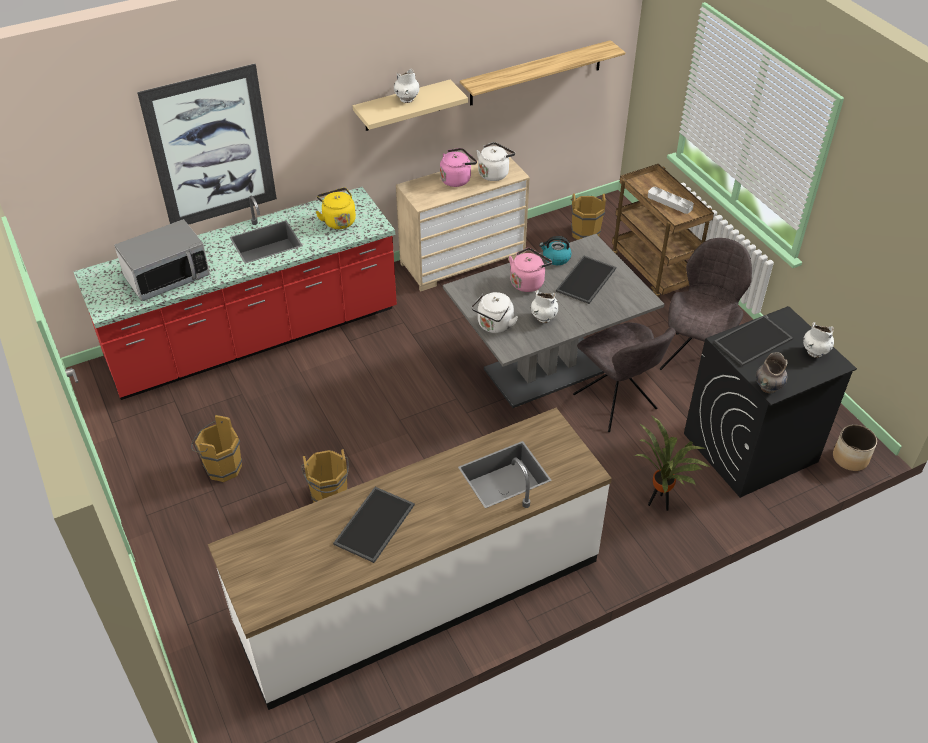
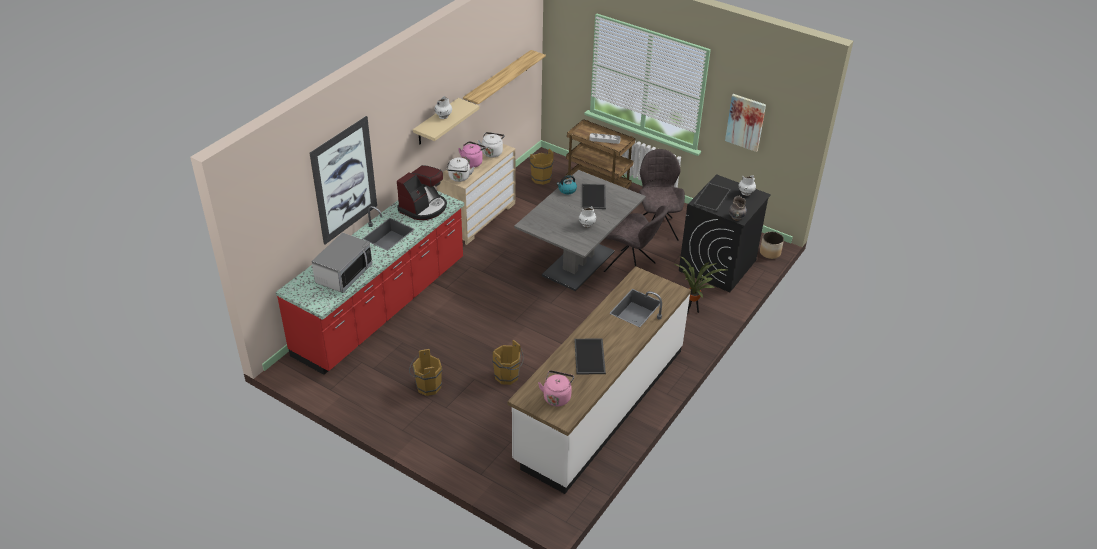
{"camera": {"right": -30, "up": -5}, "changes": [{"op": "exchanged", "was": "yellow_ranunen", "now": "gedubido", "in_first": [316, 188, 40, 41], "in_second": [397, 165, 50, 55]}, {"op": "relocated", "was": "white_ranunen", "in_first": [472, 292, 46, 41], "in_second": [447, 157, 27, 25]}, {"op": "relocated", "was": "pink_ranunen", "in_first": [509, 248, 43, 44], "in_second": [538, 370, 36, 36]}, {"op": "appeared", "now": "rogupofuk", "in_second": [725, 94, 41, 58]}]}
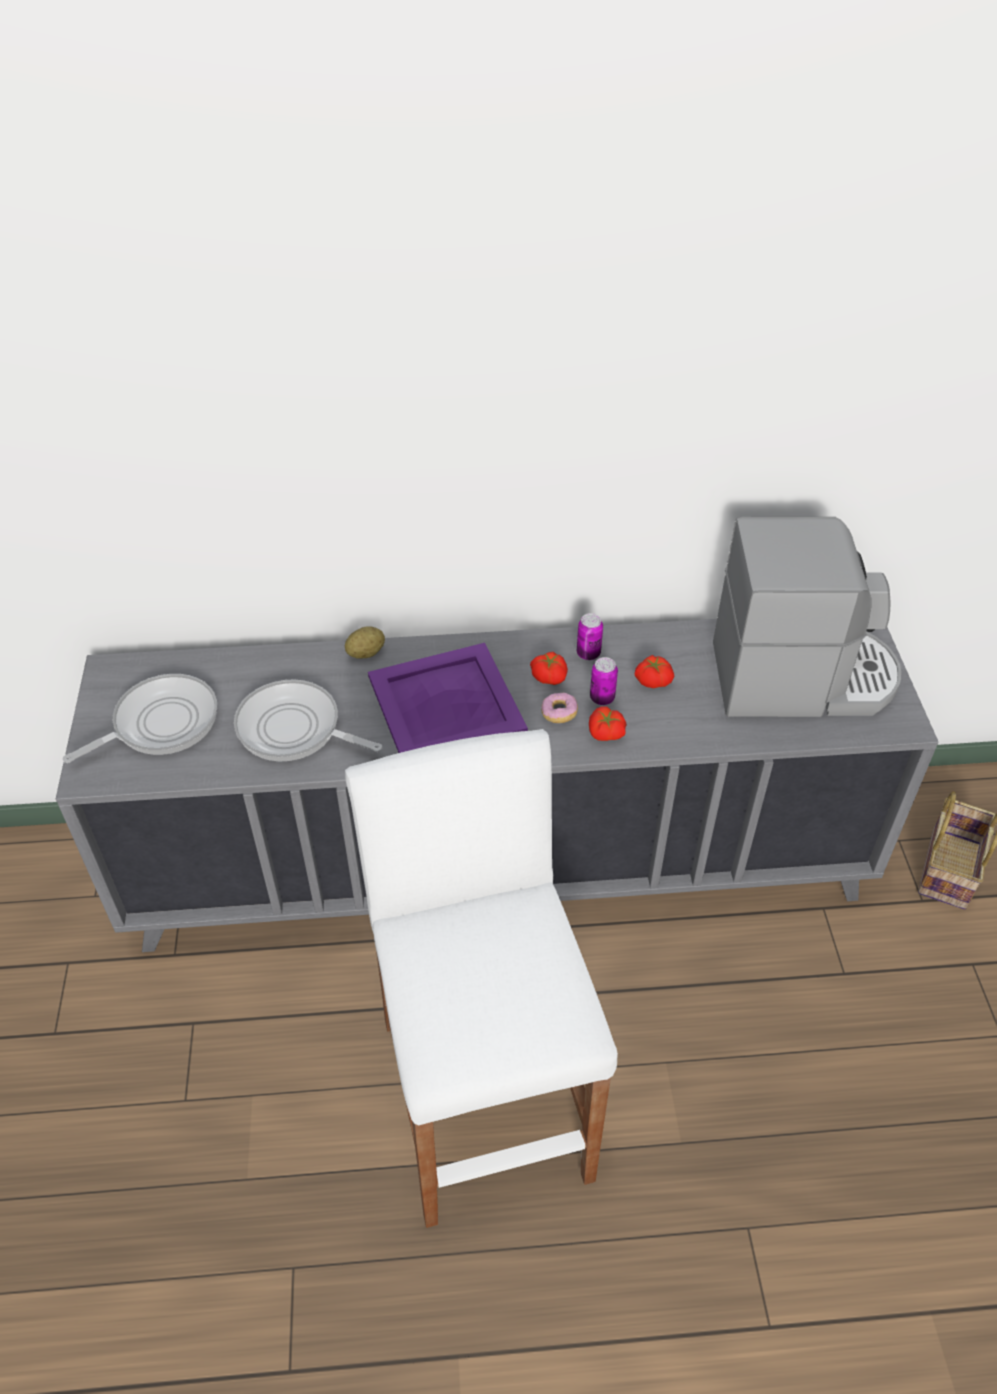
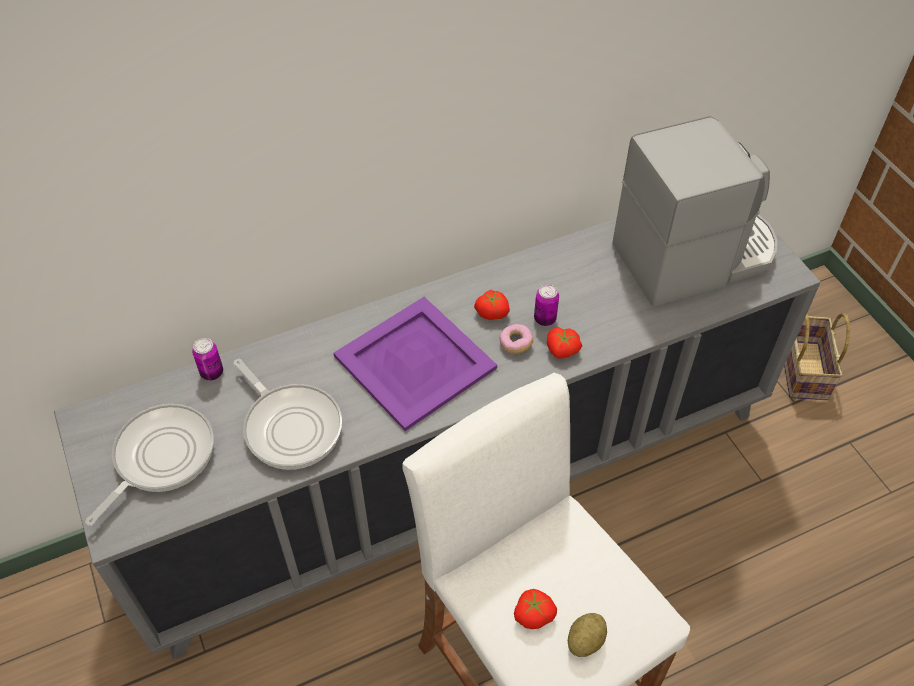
{"camera": {"right": -20, "up": 5}, "changes": [{"op": "relocated", "was": "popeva", "in_first": [577, 613, 26, 47], "in_second": [192, 338, 31, 42]}, {"op": "spun", "was": "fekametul", "in_first": [234, 679, 148, 82], "in_second": [233, 359, 109, 111], "clockwise": -135}, {"op": "relocated", "was": "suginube", "in_first": [635, 655, 39, 33], "in_second": [514, 589, 43, 40]}, {"op": "relocated", "was": "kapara", "in_first": [345, 626, 40, 33], "in_second": [568, 613, 39, 44]}]}
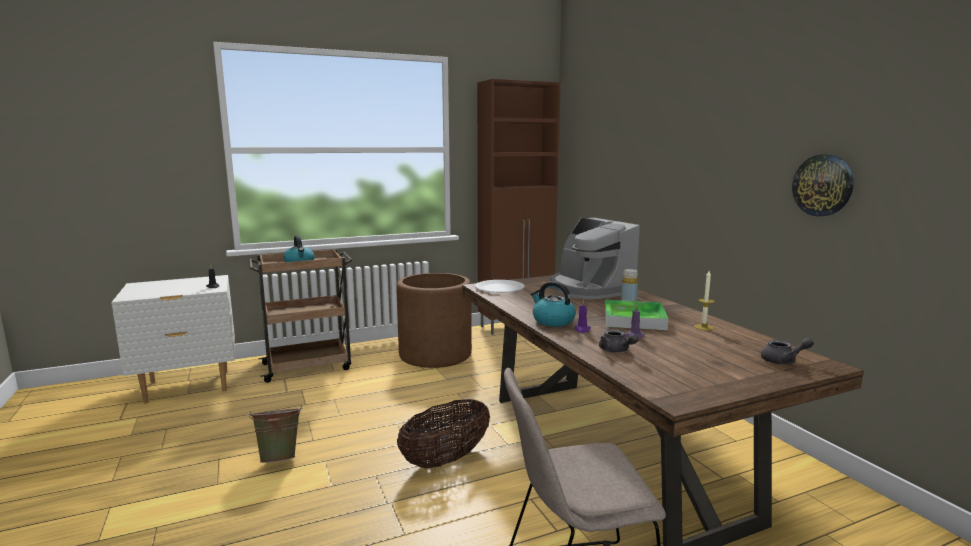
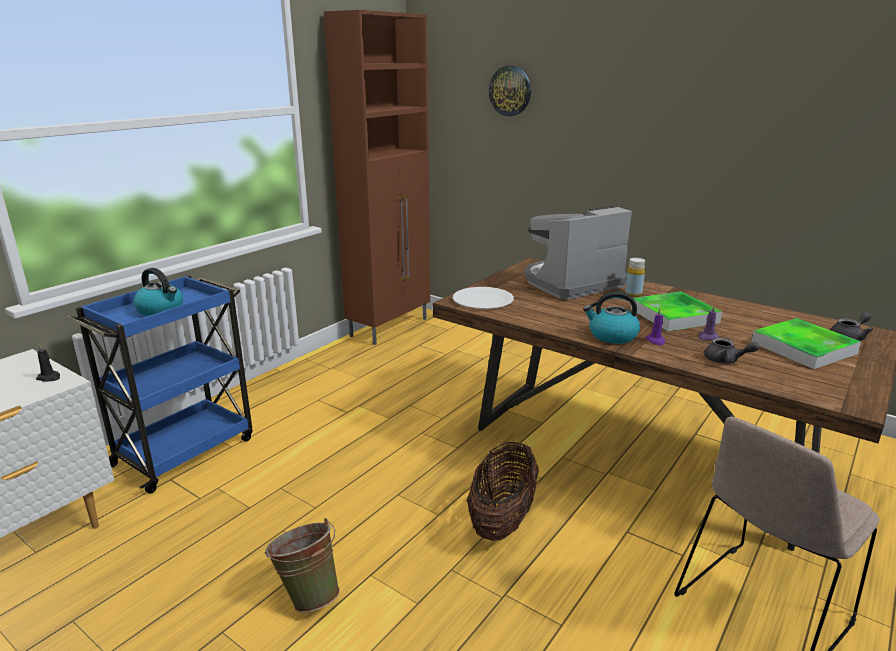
{"camera": {"right": -30, "up": 10}, "changes": [{"op": "colour", "was": "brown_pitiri", "now": "blue_pitiri", "in_first": [249, 249, 104, 134], "in_second": [67, 275, 186, 219]}, {"op": "relocated", "was": "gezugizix", "in_first": [792, 154, 62, 63], "in_second": [489, 66, 42, 50]}, {"op": "spun", "was": "gedubido", "in_first": [550, 217, 90, 82], "in_second": [524, 206, 108, 94], "clockwise": 120}, {"op": "appeared", "now": "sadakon", "in_second": [751, 318, 110, 51]}, {"op": "missing", "was": "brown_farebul", "in_first": [396, 273, 76, 95]}, {"op": "missing", "was": "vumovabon", "in_first": [694, 271, 21, 59]}]}
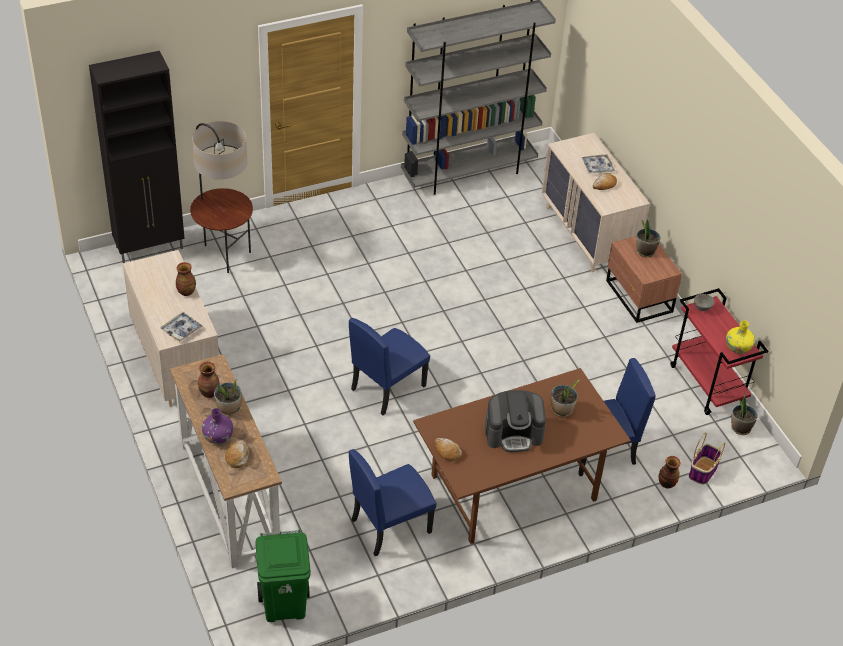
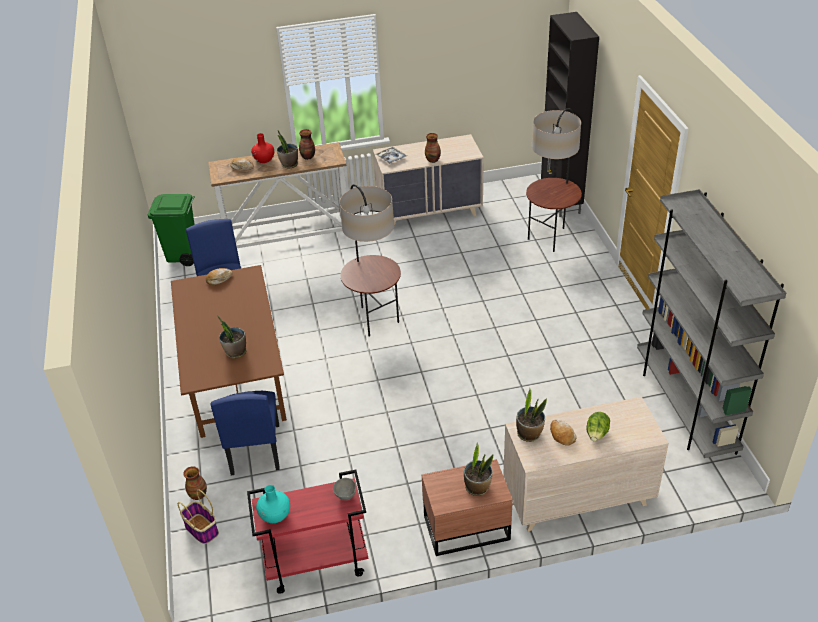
{"camera": {"right": 105, "up": -5}, "changes": [{"op": "colour", "was": "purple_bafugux", "now": "red_bafugux", "in_first": [202, 408, 31, 36], "in_second": [251, 133, 23, 30]}, {"op": "colour", "was": "yellow_bafugux", "now": "turquoise_bafugux", "in_first": [726, 320, 29, 34], "in_second": [256, 485, 34, 38]}, {"op": "exchanged", "was": "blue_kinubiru", "now": "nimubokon", "in_first": [349, 318, 81, 97], "in_second": [340, 184, 61, 153]}, {"op": "relocated", "was": "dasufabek", "in_first": [731, 391, 27, 44], "in_second": [516, 388, 31, 54]}, {"op": "exchanged", "was": "sadakon", "now": "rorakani", "in_first": [582, 154, 33, 20], "in_second": [586, 412, 24, 29]}, {"op": "missing", "was": "gedubido", "in_first": [485, 390, 61, 62]}]}
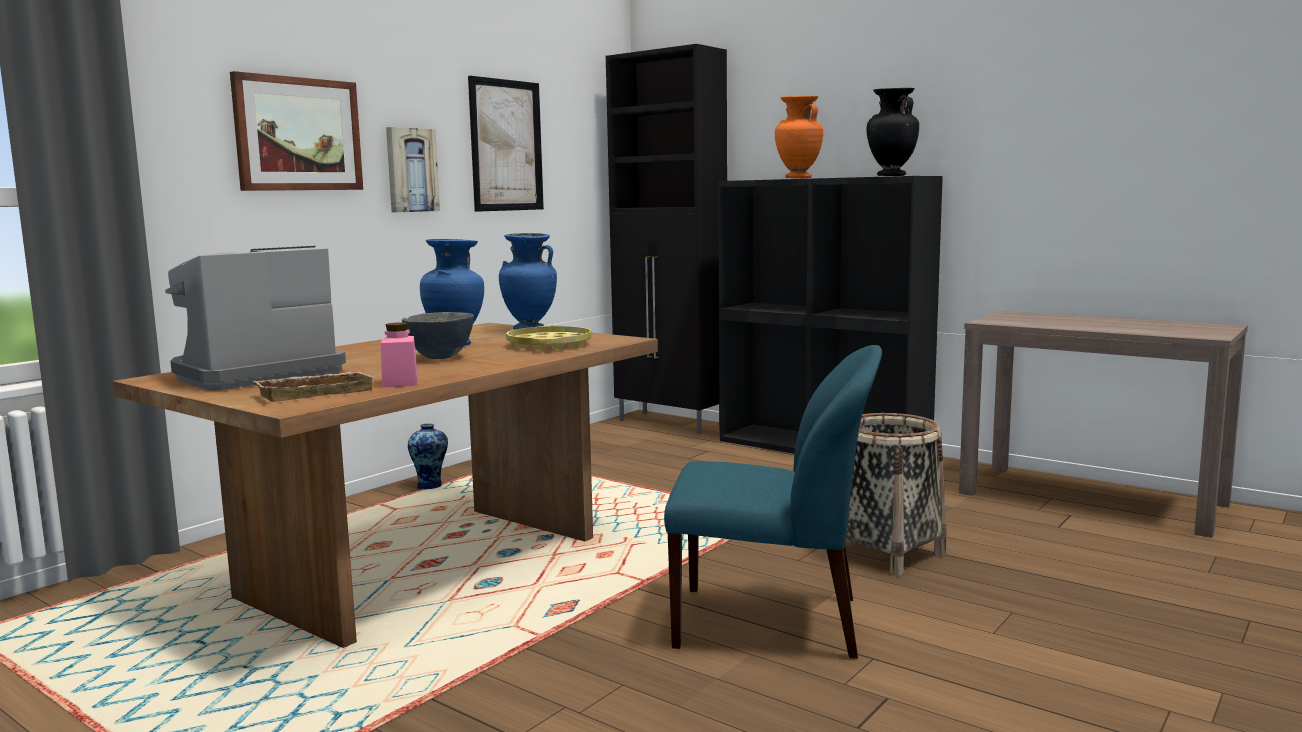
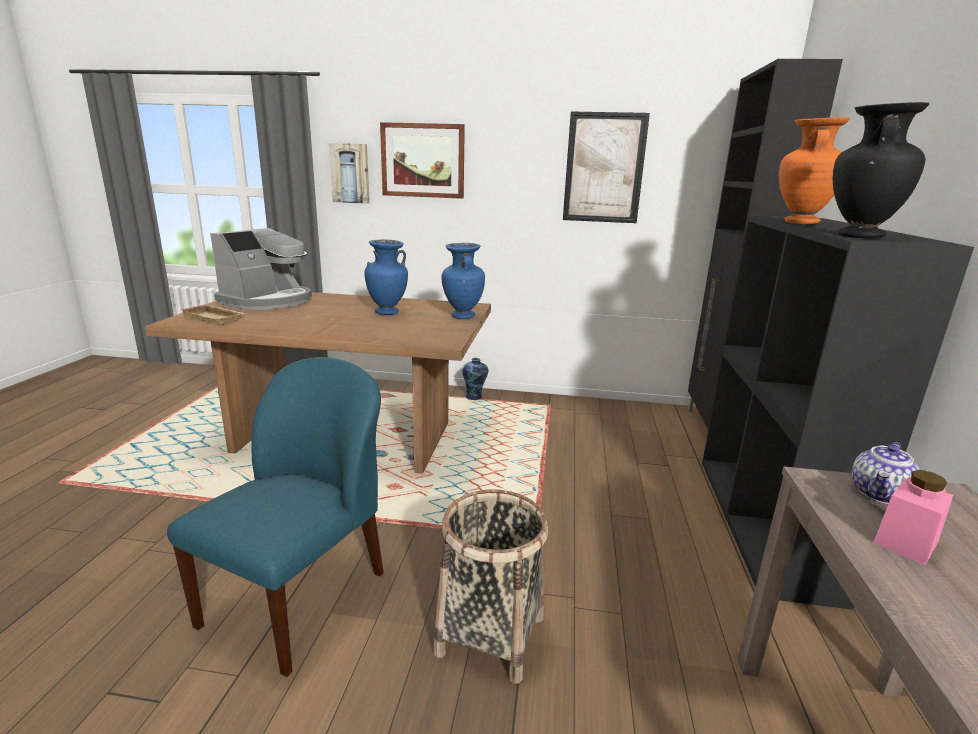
{"camera": {"right": 60, "up": 10}, "changes": [{"op": "spun", "was": "blue_kinubiru", "in_first": [664, 345, 218, 314], "in_second": [167, 357, 217, 320], "clockwise": -135}, {"op": "spun", "was": "gedubido", "in_first": [165, 246, 181, 144], "in_second": [210, 228, 102, 82], "clockwise": 105}, {"op": "relocated", "was": "rogupofuk", "in_first": [386, 127, 54, 85], "in_second": [329, 143, 41, 61]}, {"op": "appeared", "now": "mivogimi", "in_second": [851, 442, 69, 62]}, {"op": "relocated", "was": "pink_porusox", "in_first": [381, 322, 37, 66], "in_second": [873, 470, 80, 95]}, {"op": "missing", "was": "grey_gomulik", "in_first": [402, 312, 72, 47]}, {"op": "missing", "was": "yellow_sadakon", "in_first": [506, 325, 86, 25]}]}
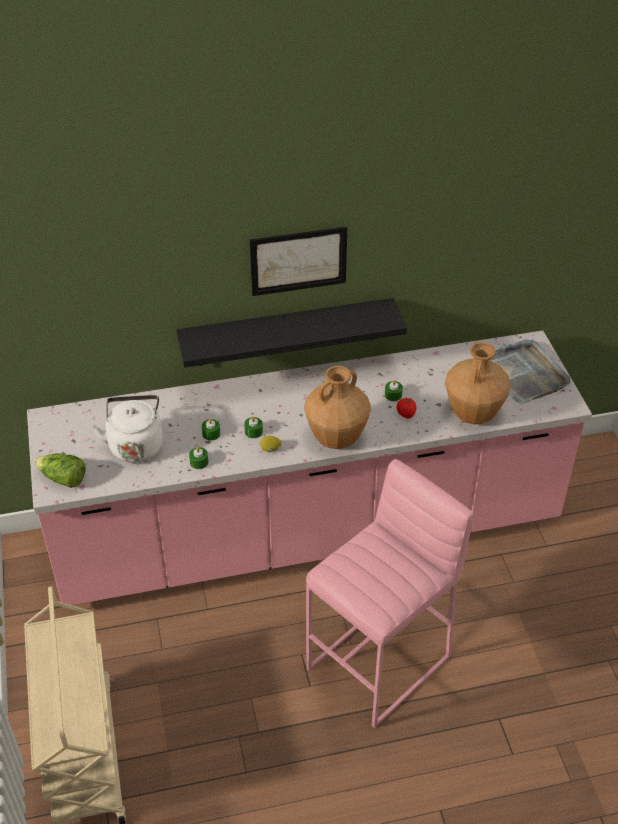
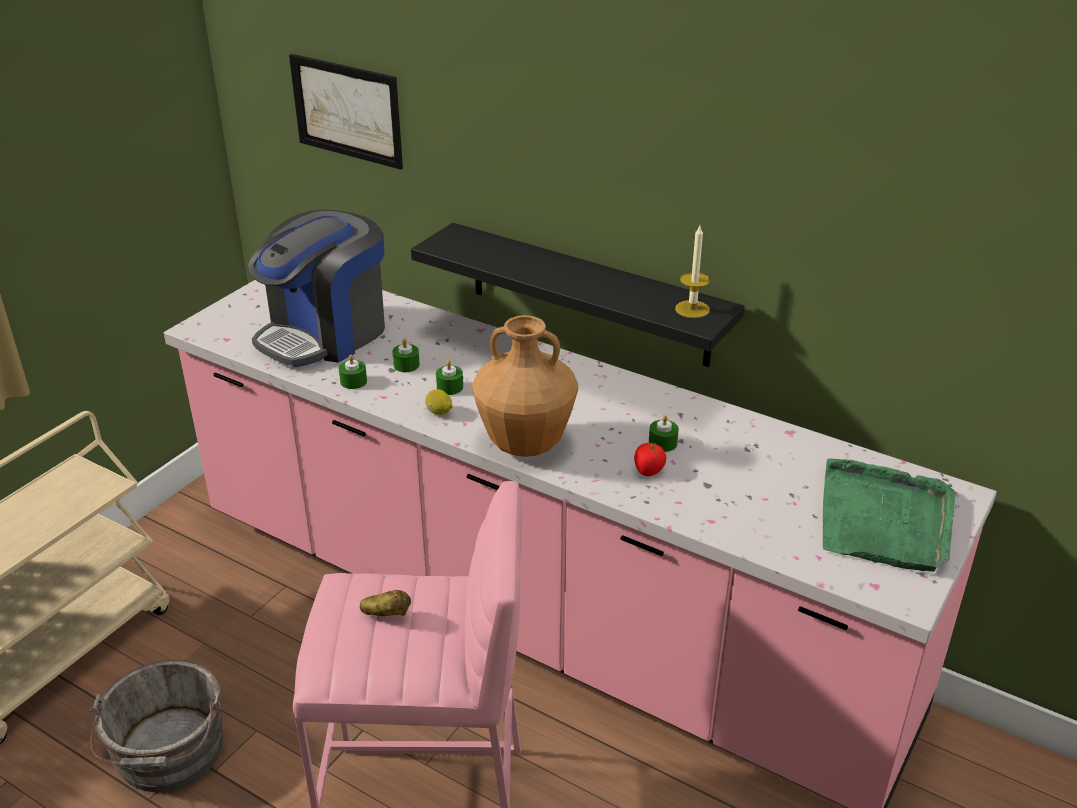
{"camera": {"right": 45, "up": -10}, "changes": [{"op": "appeared", "now": "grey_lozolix", "in_second": [90, 660, 133, 132]}, {"op": "exchanged", "was": "white_ranunen", "now": "gedubido", "in_first": [93, 395, 70, 68], "in_second": [248, 209, 137, 158]}, {"op": "relocated", "was": "rogupofuk", "in_first": [250, 227, 97, 69], "in_second": [289, 54, 114, 116]}, {"op": "appeared", "now": "kapara", "in_second": [360, 590, 51, 26]}, {"op": "appeared", "now": "vumovabon", "in_second": [675, 226, 35, 92]}, {"op": "colour", "was": "grey_sadakon", "now": "green_sadakon", "in_first": [489, 339, 81, 65], "in_second": [823, 459, 133, 112]}, {"op": "missing", "was": "rorakani", "in_first": [34, 453, 52, 35]}, {"op": "missing", "was": "brown_bafugux", "in_first": [445, 342, 66, 82]}]}
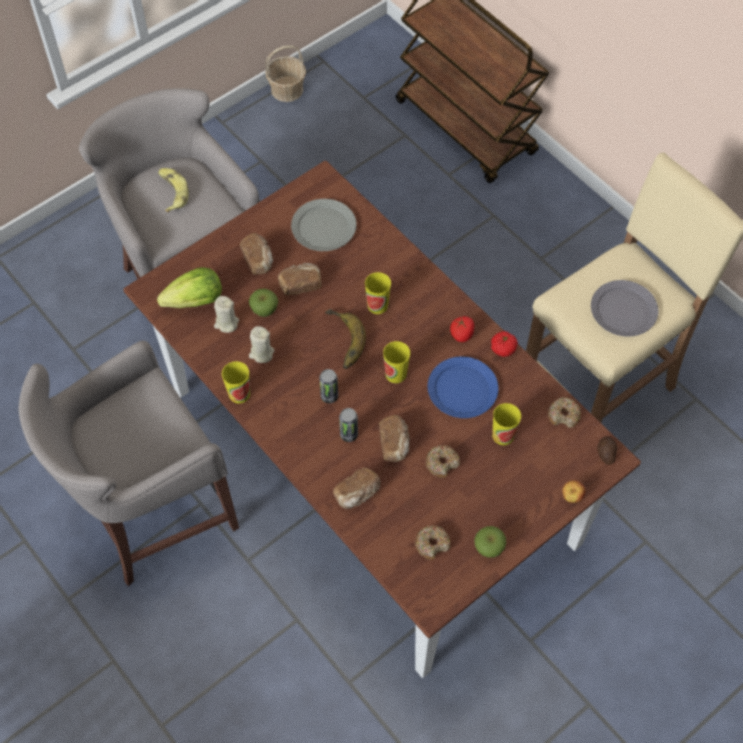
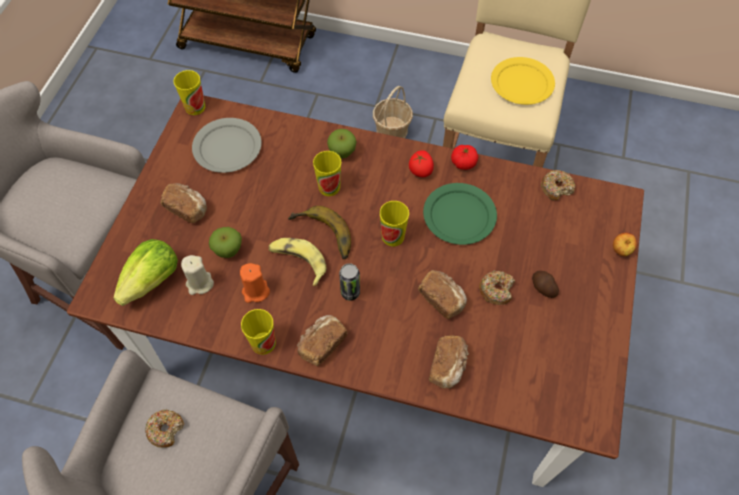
{"camera": {"right": -35, "up": 0}, "changes": [{"op": "relocated", "was": "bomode", "in_first": [415, 526, 36, 34], "in_second": [145, 409, 39, 39]}, {"op": "relocated", "was": "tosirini", "in_first": [492, 403, 29, 42], "in_second": [173, 70, 32, 45]}, {"op": "colour", "was": "beige_vumovabon", "now": "orange_vumovabon", "in_first": [249, 326, 25, 37], "in_second": [240, 263, 30, 40]}, {"op": "relocated", "was": "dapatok", "in_first": [158, 168, 31, 44], "in_second": [268, 238, 59, 48]}, {"op": "relocated", "was": "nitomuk", "in_first": [278, 263, 43, 32], "in_second": [297, 315, 50, 51]}, {"op": "relocated", "was": "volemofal", "in_first": [474, 526, 32, 32], "in_second": [327, 129, 30, 29]}, {"op": "relocated", "was": "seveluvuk", "in_first": [265, 45, 41, 57], "in_second": [373, 86, 40, 52]}, {"op": "colour", "was": "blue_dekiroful", "now": "green_dekiroful", "in_first": [428, 357, 71, 61], "in_second": [423, 183, 74, 62]}, {"op": "colour", "was": "grey_dekiroful", "now": "yellow_dekiroful", "in_first": [591, 280, 67, 56], "in_second": [491, 57, 64, 48]}, {"op": "relocated", "was": "kapara", "in_first": [597, 436, 20, 29], "in_second": [532, 271, 27, 27]}, {"op": "missing", "was": "popeva", "in_first": [339, 408, 19, 34]}]}
